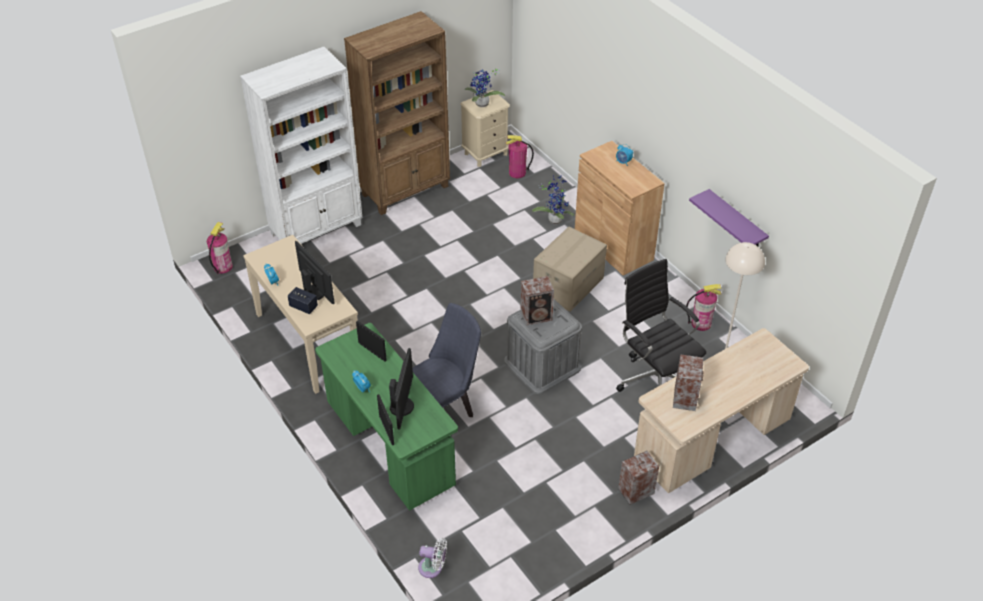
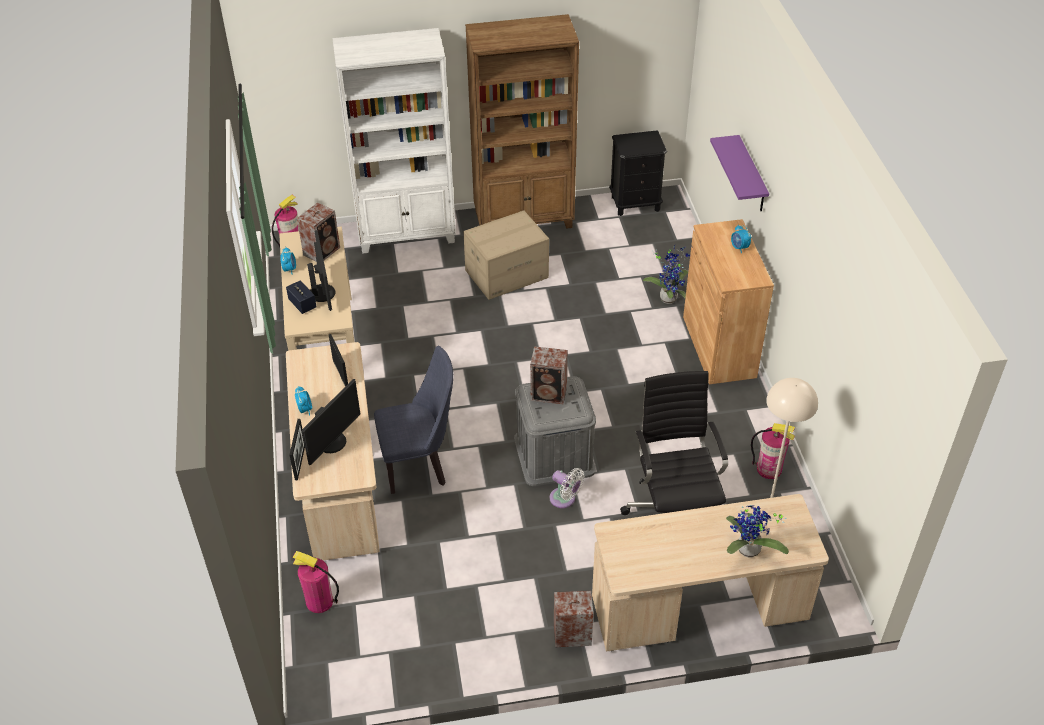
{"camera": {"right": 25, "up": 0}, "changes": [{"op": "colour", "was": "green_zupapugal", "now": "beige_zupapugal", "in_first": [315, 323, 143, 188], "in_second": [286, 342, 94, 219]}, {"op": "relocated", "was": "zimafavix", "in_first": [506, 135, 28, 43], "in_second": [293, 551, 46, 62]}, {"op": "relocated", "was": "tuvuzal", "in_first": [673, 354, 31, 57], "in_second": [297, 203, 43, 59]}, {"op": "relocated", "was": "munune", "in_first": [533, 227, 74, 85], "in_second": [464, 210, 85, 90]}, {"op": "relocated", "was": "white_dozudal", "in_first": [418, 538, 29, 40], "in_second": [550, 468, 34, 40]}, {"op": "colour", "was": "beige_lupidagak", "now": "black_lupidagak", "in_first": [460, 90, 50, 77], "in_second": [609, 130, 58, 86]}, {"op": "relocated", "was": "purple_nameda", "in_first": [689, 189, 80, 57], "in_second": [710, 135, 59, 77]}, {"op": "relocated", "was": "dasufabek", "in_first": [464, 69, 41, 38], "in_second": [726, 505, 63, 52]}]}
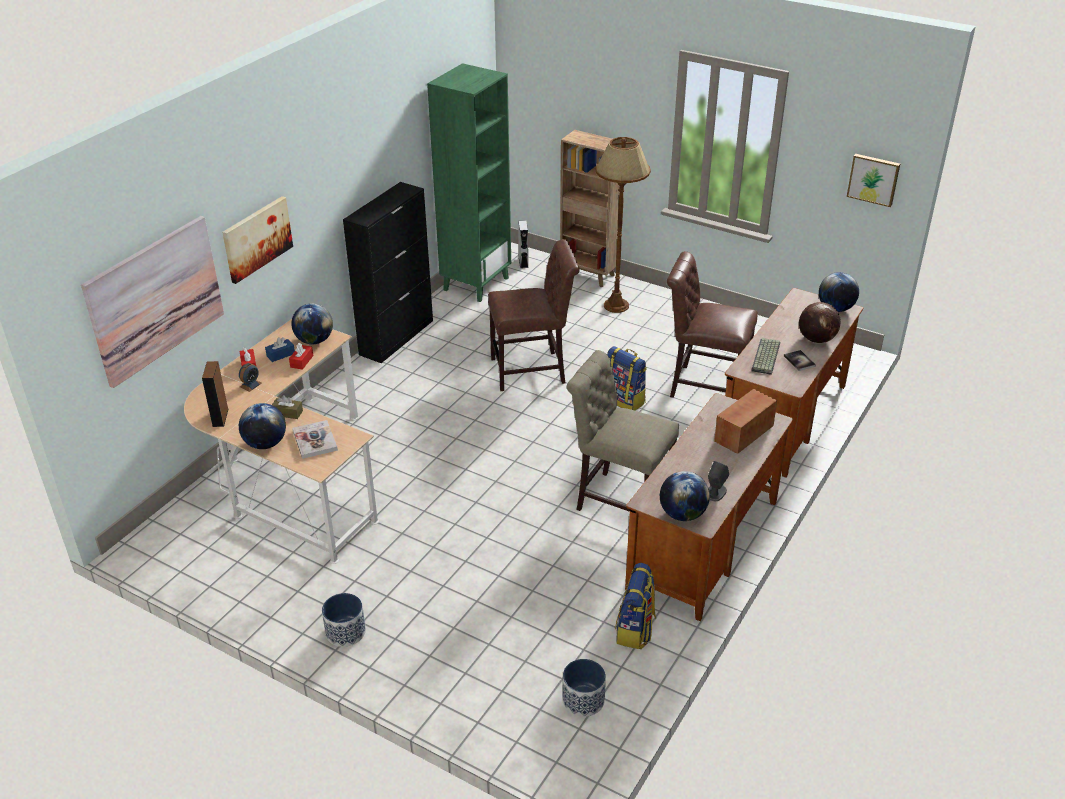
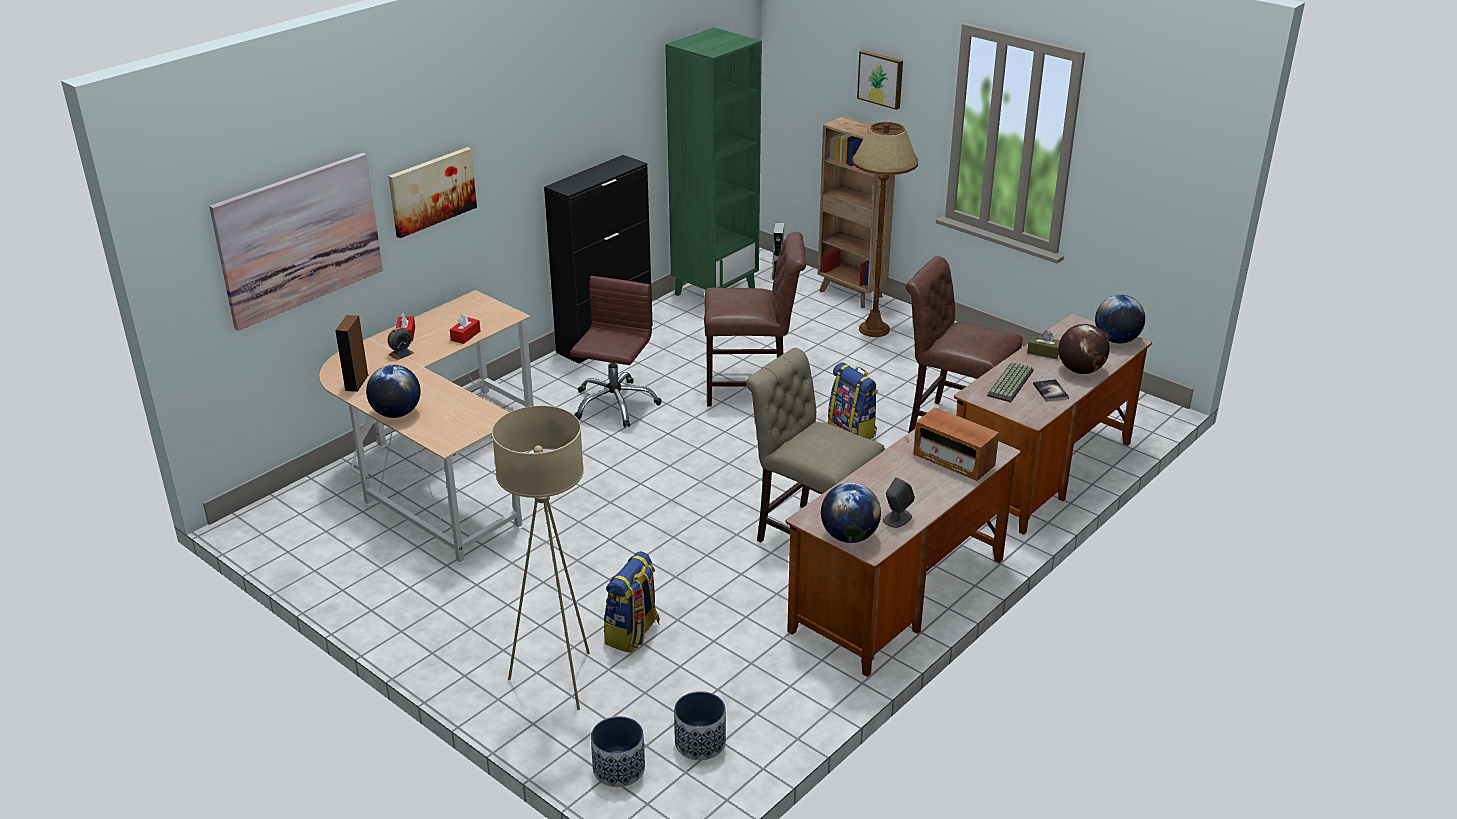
{"camera": {"right": 10, "up": -5}, "changes": [{"op": "appeared", "now": "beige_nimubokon", "in_second": [492, 406, 98, 304]}, {"op": "appeared", "now": "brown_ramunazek", "in_second": [570, 276, 91, 152]}, {"op": "relocated", "was": "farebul", "in_first": [322, 593, 44, 54], "in_second": [591, 716, 54, 71]}, {"op": "relocated", "was": "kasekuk", "in_first": [615, 563, 41, 86], "in_second": [604, 551, 56, 102]}, {"op": "relocated", "was": "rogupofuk", "in_first": [847, 154, 53, 53], "in_second": [857, 50, 46, 60]}, {"op": "spun", "was": "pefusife", "in_first": [714, 389, 63, 65], "in_second": [914, 407, 85, 74], "clockwise": -105}, {"op": "relocated", "was": "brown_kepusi", "in_first": [272, 395, 31, 24], "in_second": [1027, 331, 33, 28]}, {"op": "missing", "was": "blue_kepusi", "in_first": [265, 337, 30, 25]}, {"op": "missing", "was": "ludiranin", "in_first": [291, 303, 42, 41]}, {"op": "missing", "was": "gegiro", "in_first": [292, 420, 46, 39]}]}
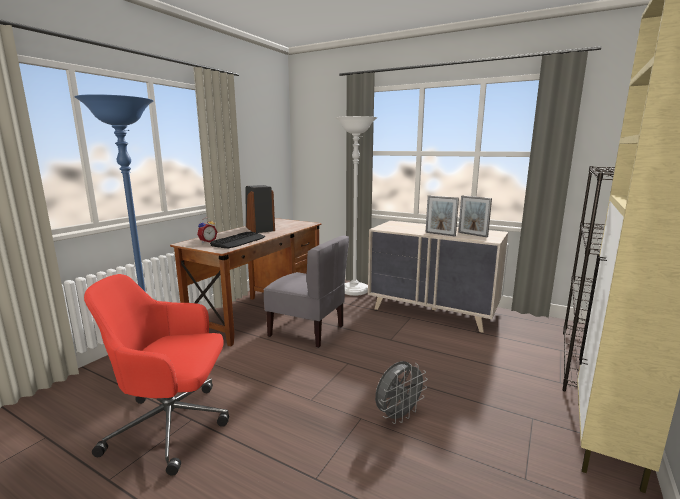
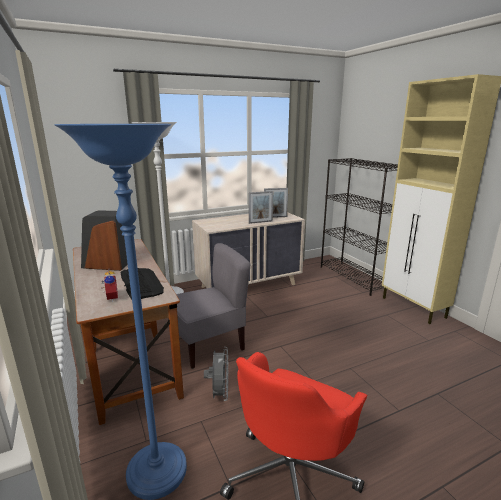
{"camera": {"right": -55, "up": 5}, "changes": [{"op": "relocated", "was": "grey_dozudal", "in_first": [375, 361, 53, 63], "in_second": [204, 347, 24, 54]}]}
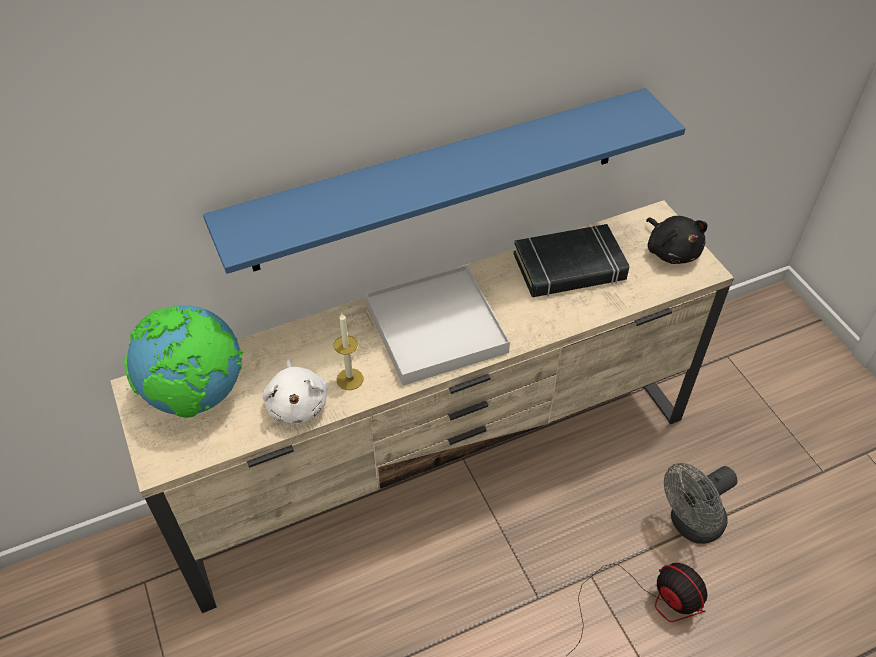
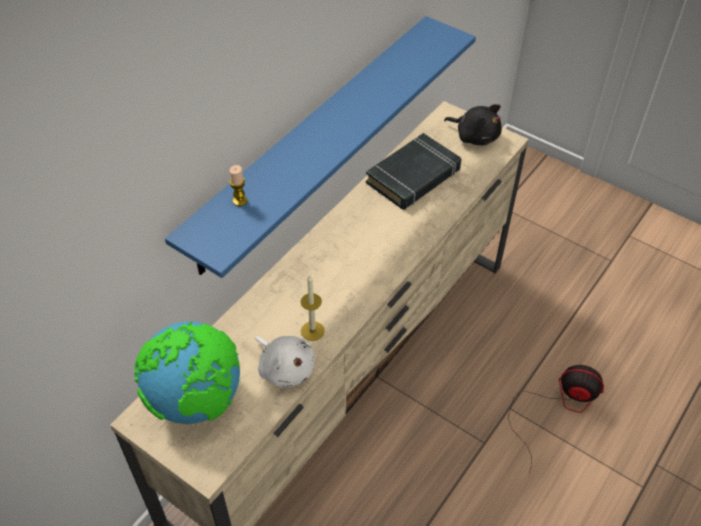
{"camera": {"right": -30, "up": 0}, "changes": [{"op": "appeared", "now": "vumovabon", "in_second": [230, 165, 17, 41]}, {"op": "missing", "was": "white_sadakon", "in_first": [366, 265, 144, 121]}, {"op": "missing", "was": "grey_dozudal", "in_first": [664, 463, 74, 81]}]}
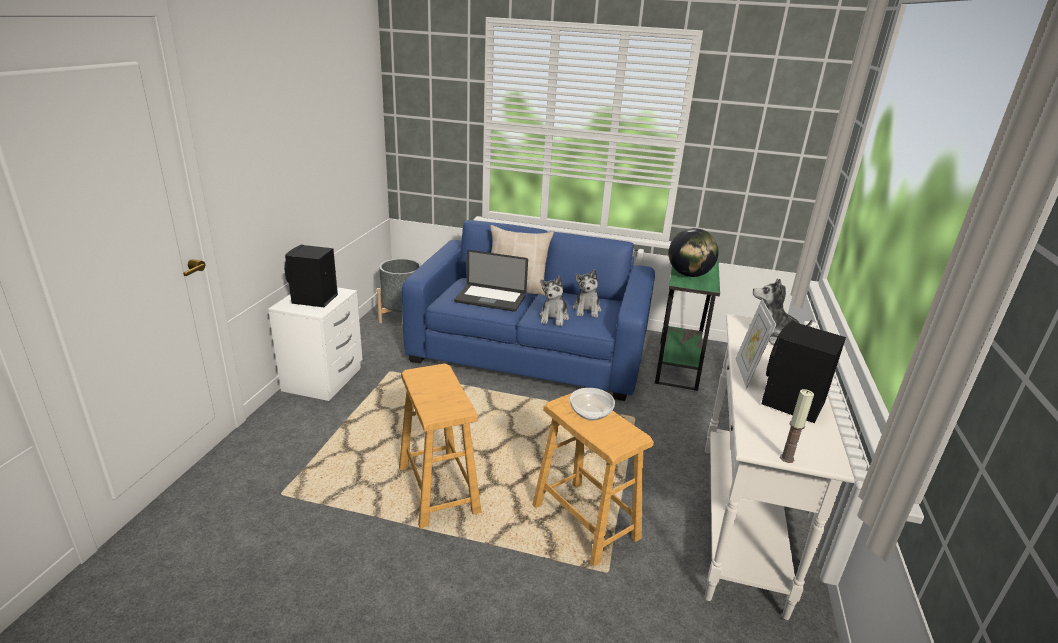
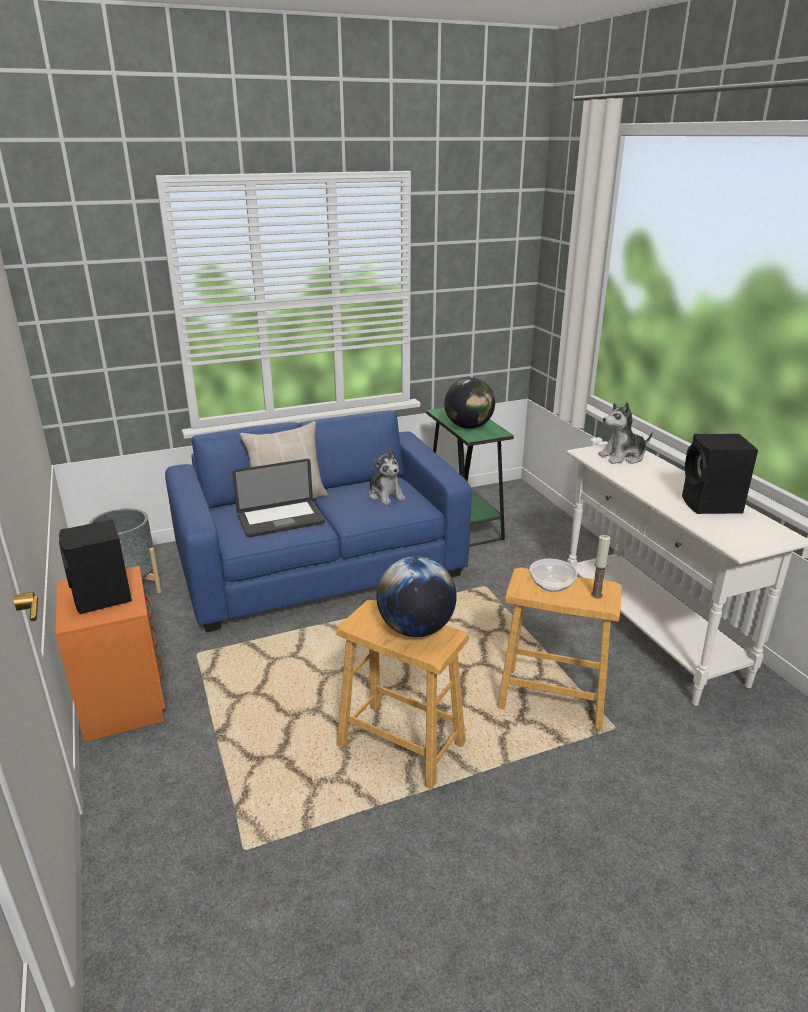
{"camera": {"right": -35, "up": 0}, "changes": [{"op": "colour", "was": "white_lupidagak", "now": "orange_lupidagak", "in_first": [268, 287, 95, 114], "in_second": [55, 566, 110, 176]}, {"op": "appeared", "now": "ludiranin", "in_second": [376, 556, 81, 81]}, {"op": "relocated", "was": "vumovabon", "in_first": [780, 389, 34, 74], "in_second": [591, 535, 20, 64]}, {"op": "missing", "was": "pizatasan", "in_first": [539, 276, 30, 50]}, {"op": "missing", "was": "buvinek", "in_first": [736, 299, 40, 89]}]}
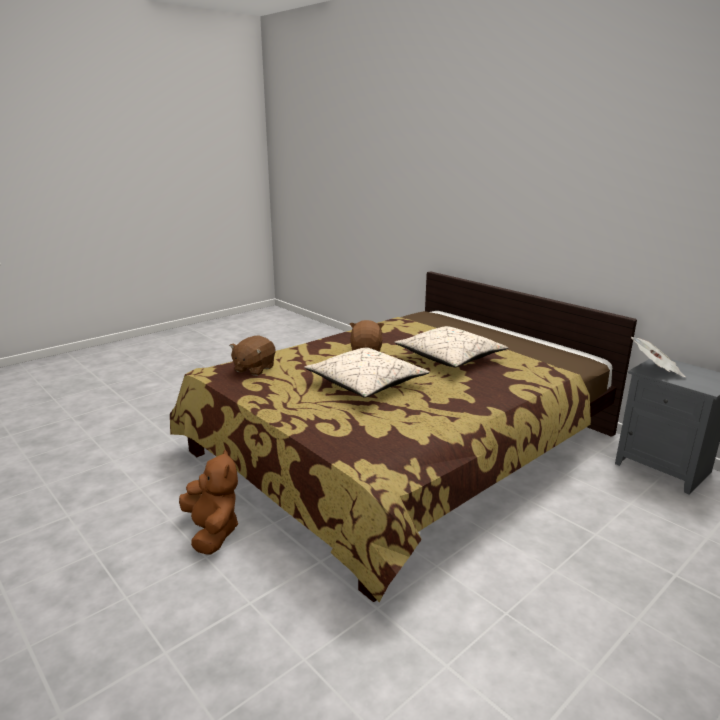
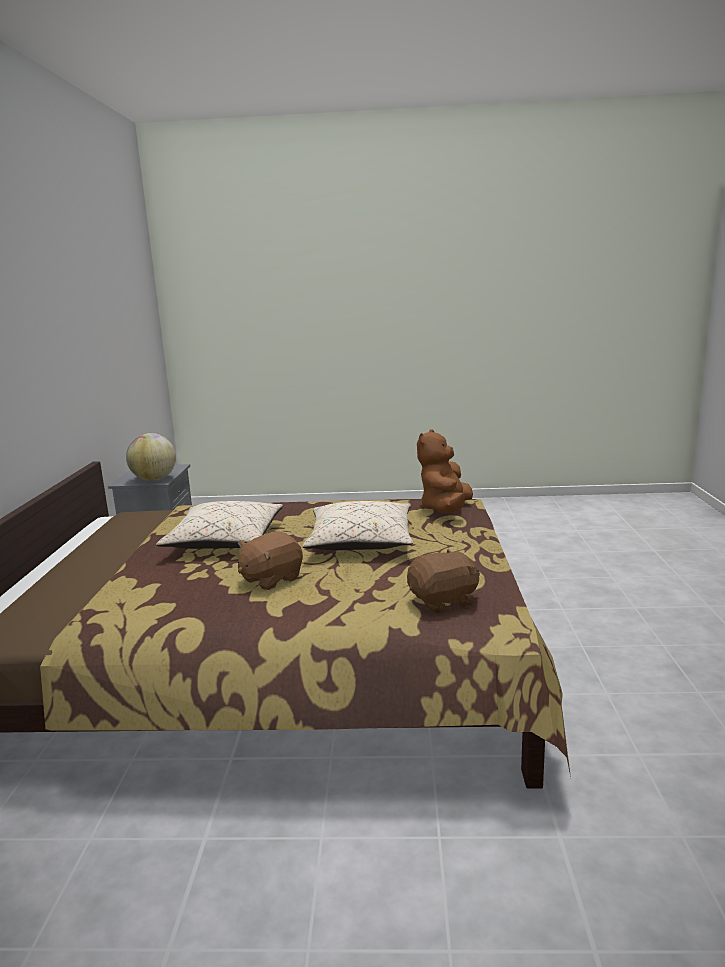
{"camera": {"right": -135, "up": -5}, "changes": [{"op": "exchanged", "was": "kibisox", "now": "ludiranin", "in_first": [631, 337, 54, 40], "in_second": [126, 433, 50, 48]}, {"op": "relocated", "was": "brown_pizatasan", "in_first": [179, 449, 59, 106], "in_second": [417, 429, 56, 84]}]}
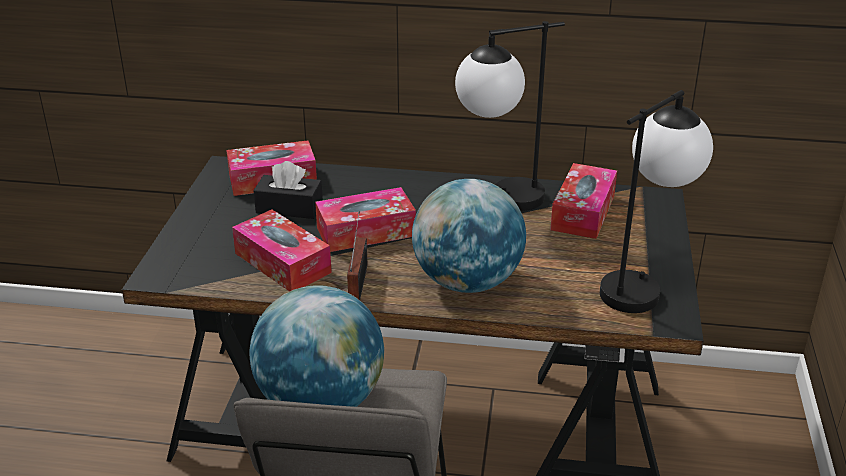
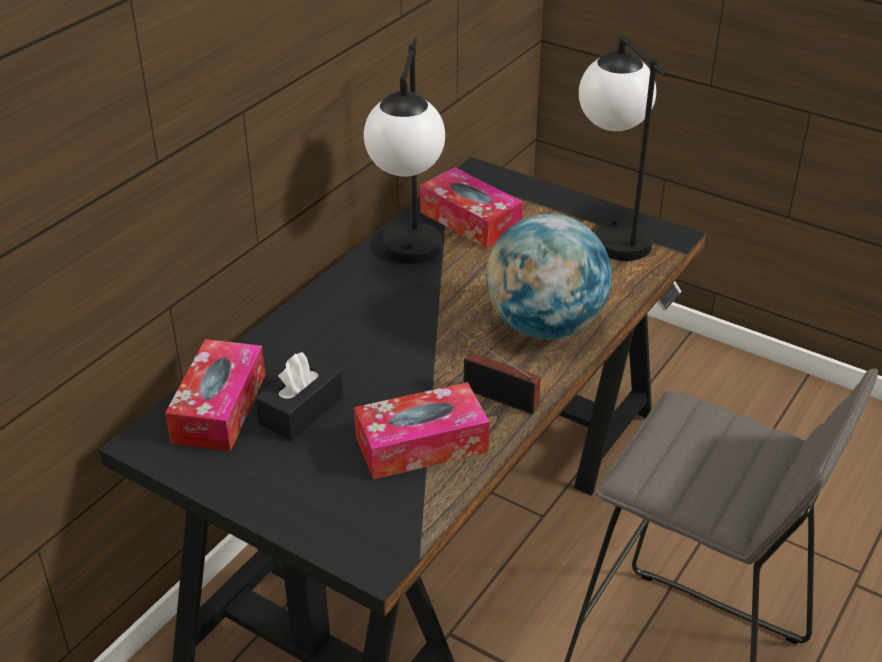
{"camera": {"right": -65, "up": 5}, "changes": [{"op": "missing", "was": "ludiranin", "in_first": [249, 285, 135, 122]}, {"op": "missing", "was": "kepusi", "in_first": [315, 187, 101, 65]}]}
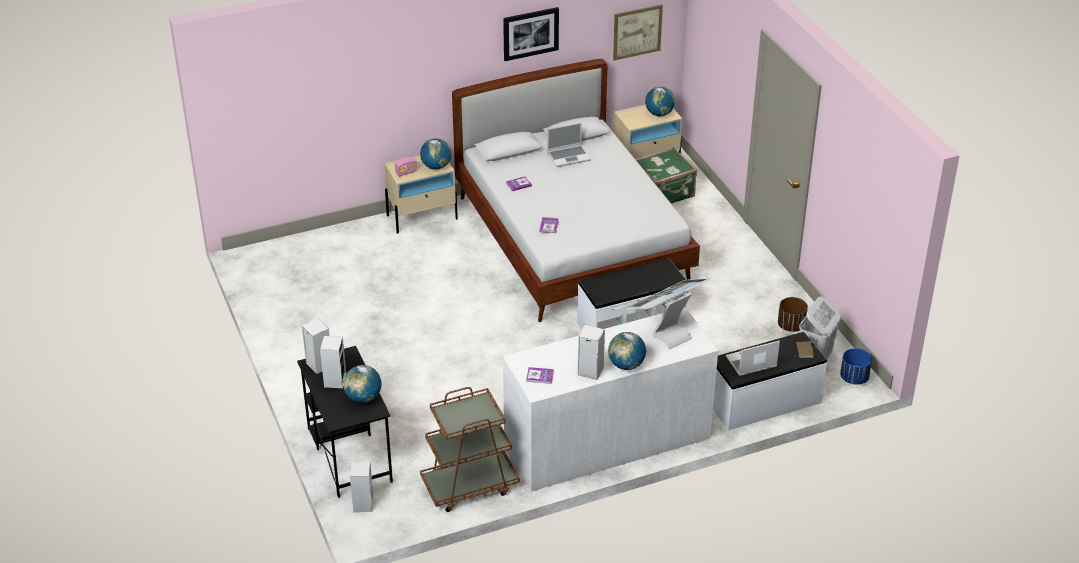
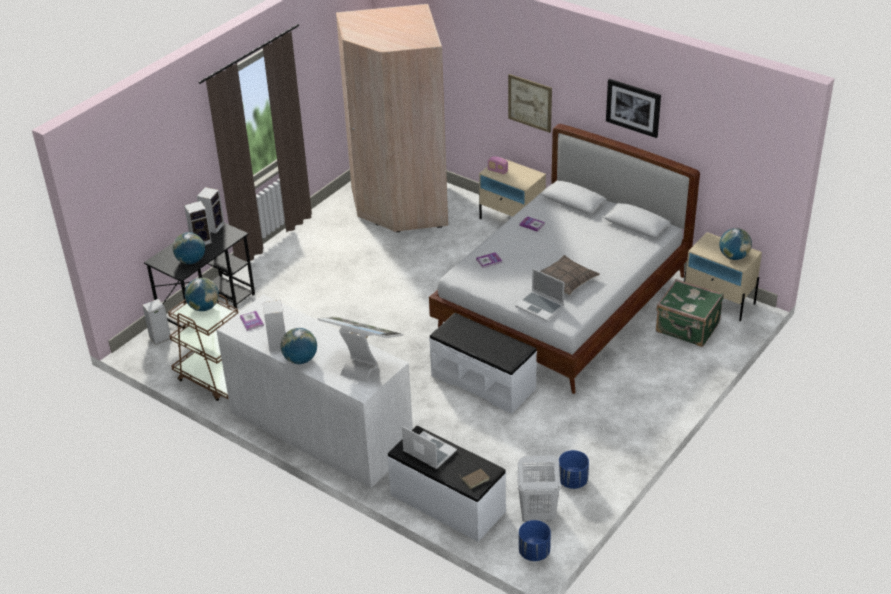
{"camera": {"right": 60, "up": 0}, "changes": [{"op": "relocated", "was": "ludiranin", "in_first": [420, 138, 31, 32], "in_second": [185, 278, 34, 33]}, {"op": "appeared", "now": "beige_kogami", "in_second": [336, 4, 112, 228]}, {"op": "relocated", "was": "rogupofuk", "in_first": [613, 4, 50, 56], "in_second": [508, 74, 44, 59]}, {"op": "relocated", "was": "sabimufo", "in_first": [547, 122, 44, 45], "in_second": [515, 268, 50, 53]}, {"op": "appeared", "now": "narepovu", "in_second": [540, 255, 60, 40]}, {"op": "colour", "was": "brown_farebul", "now": "blue_farebul", "in_first": [778, 297, 30, 35], "in_second": [559, 450, 30, 39]}]}
